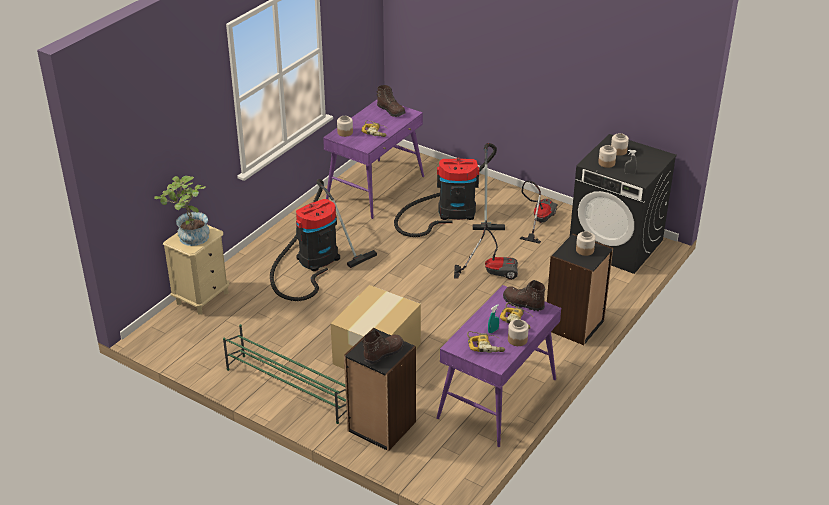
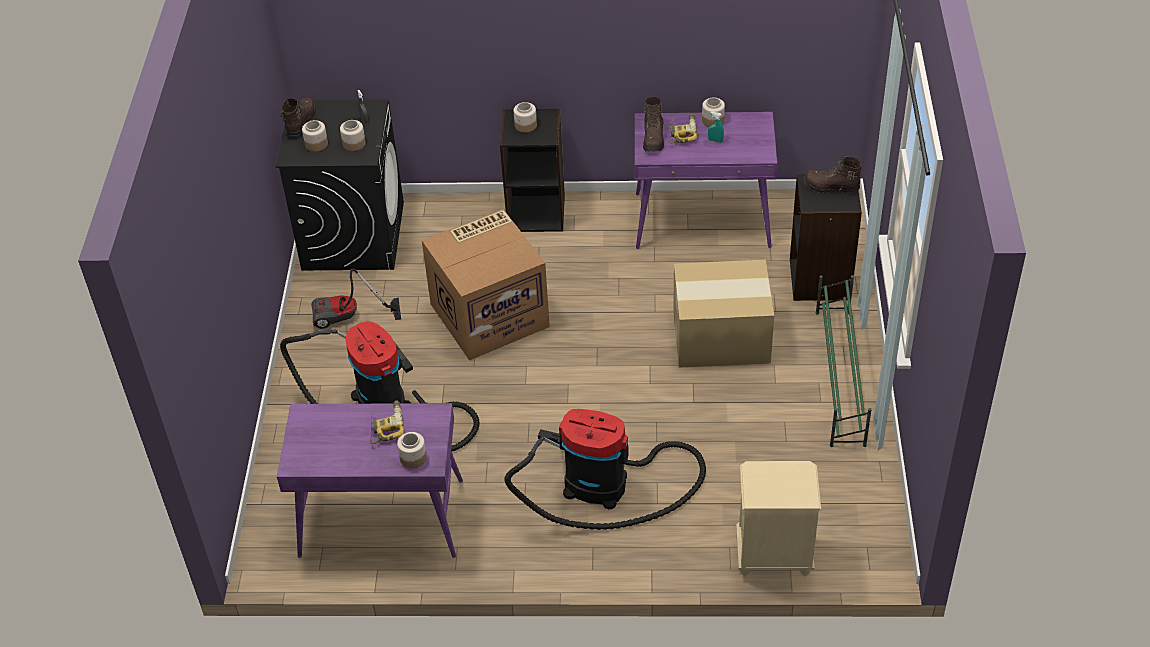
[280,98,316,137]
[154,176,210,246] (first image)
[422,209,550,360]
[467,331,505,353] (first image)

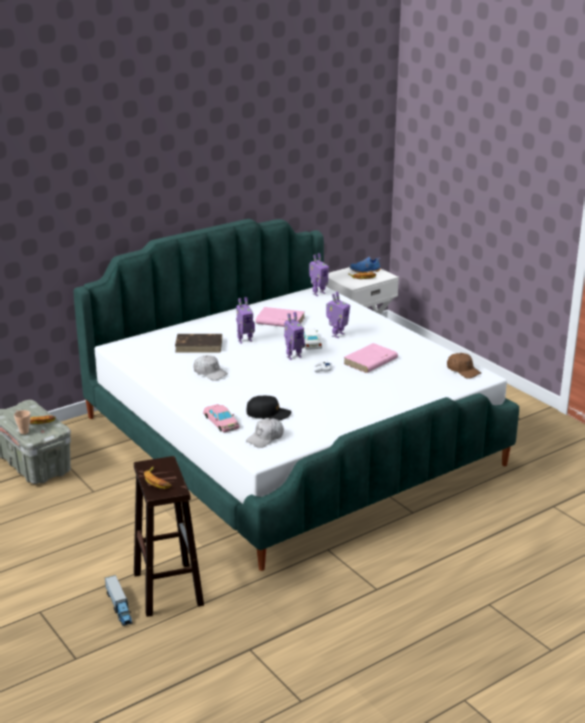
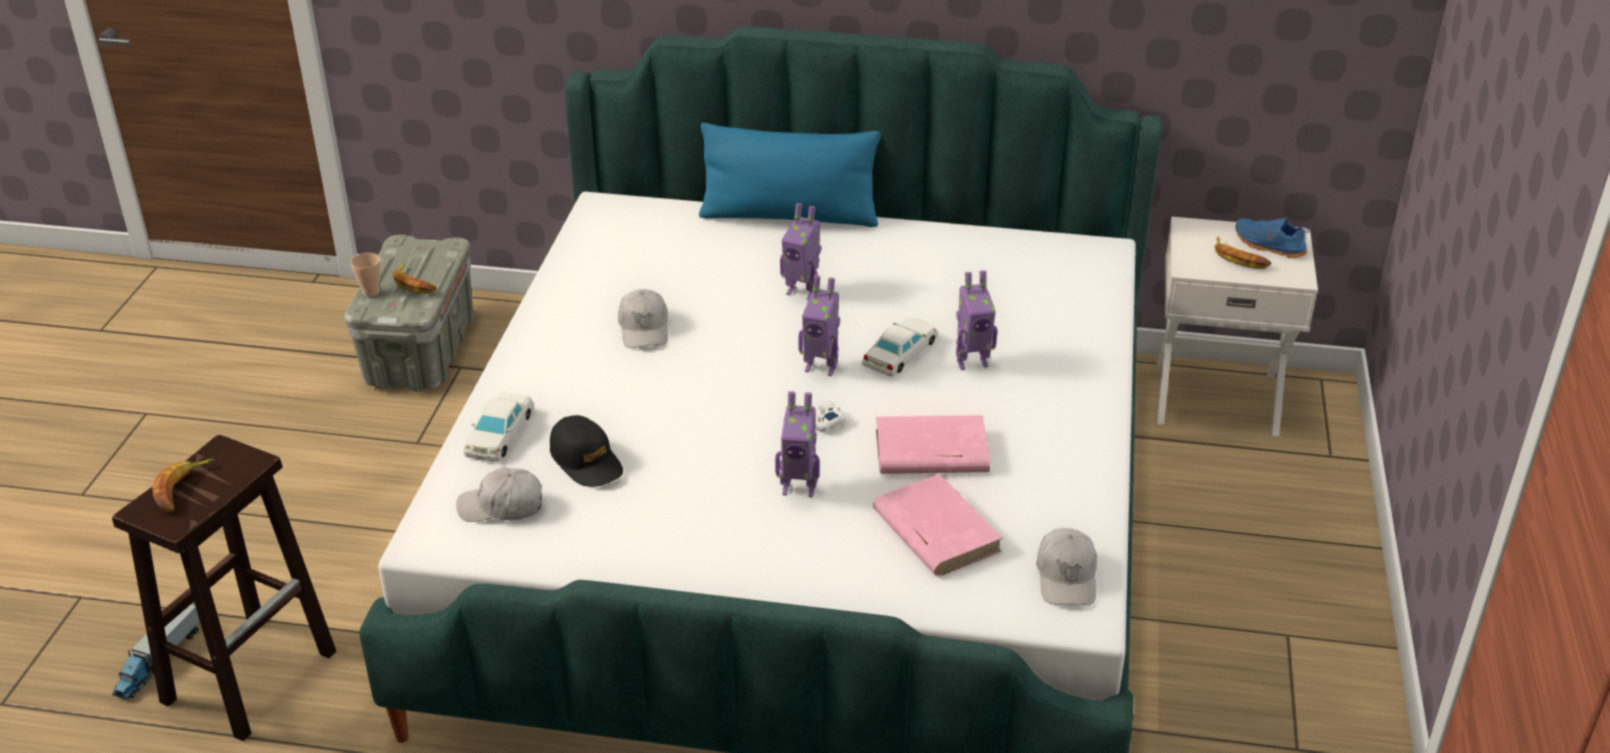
[775,391,820,497]
[873,474,1003,577]
[175,334,222,353] (first image)
[1036,528,1097,605]
[463,392,534,462]
[699,123,881,227]

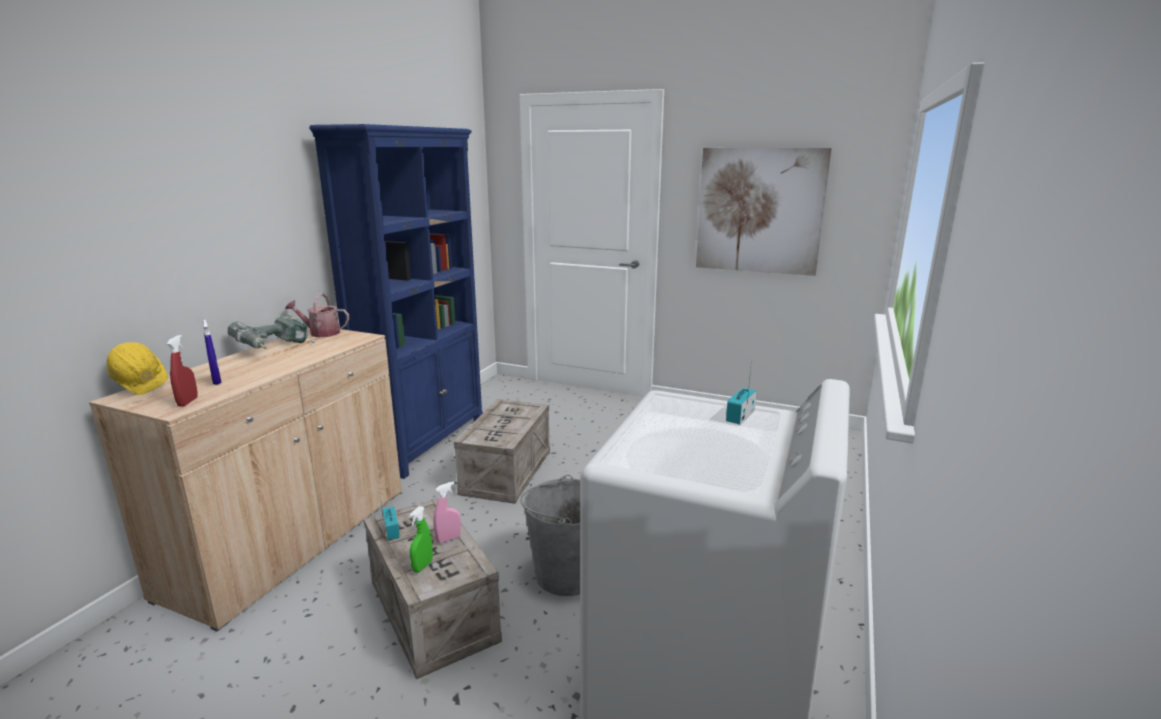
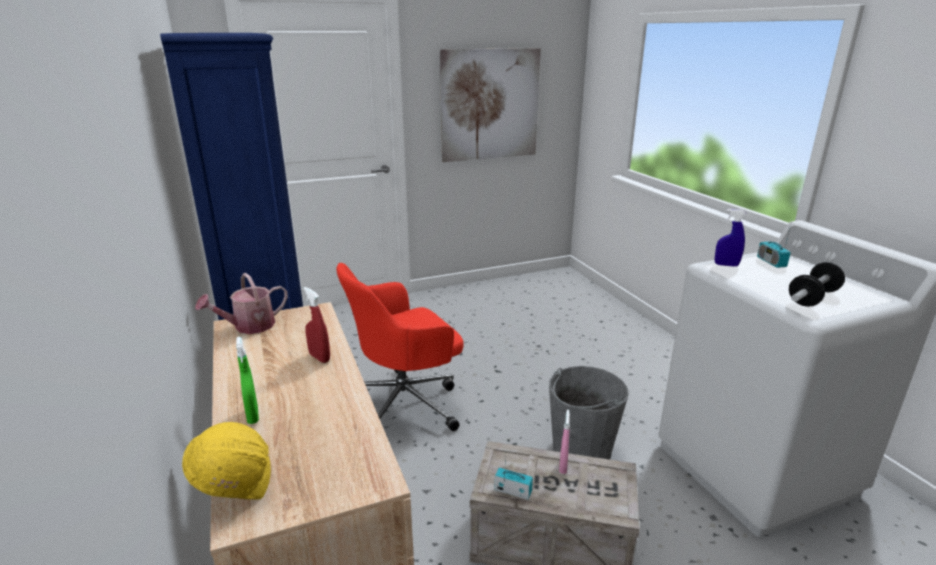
[228,315,315,349] (first image)
[715,209,746,267]
[303,287,330,363]
[336,263,464,431]
[236,337,259,424]
[789,262,845,307]

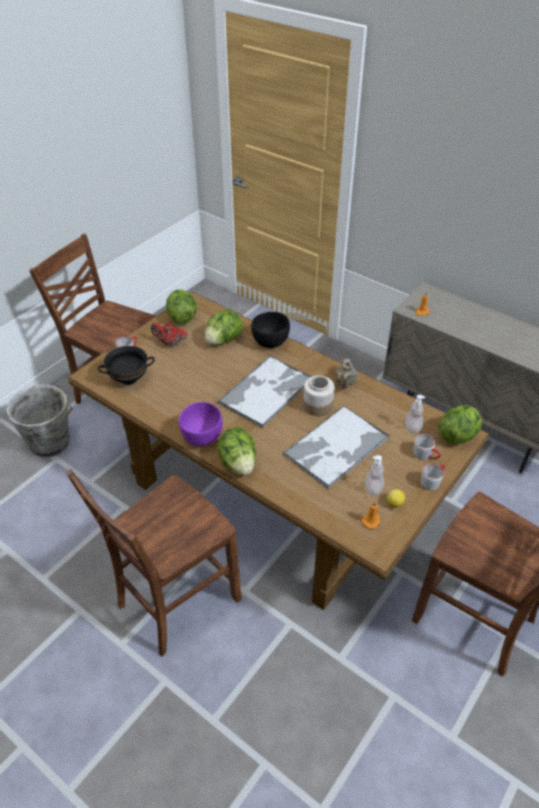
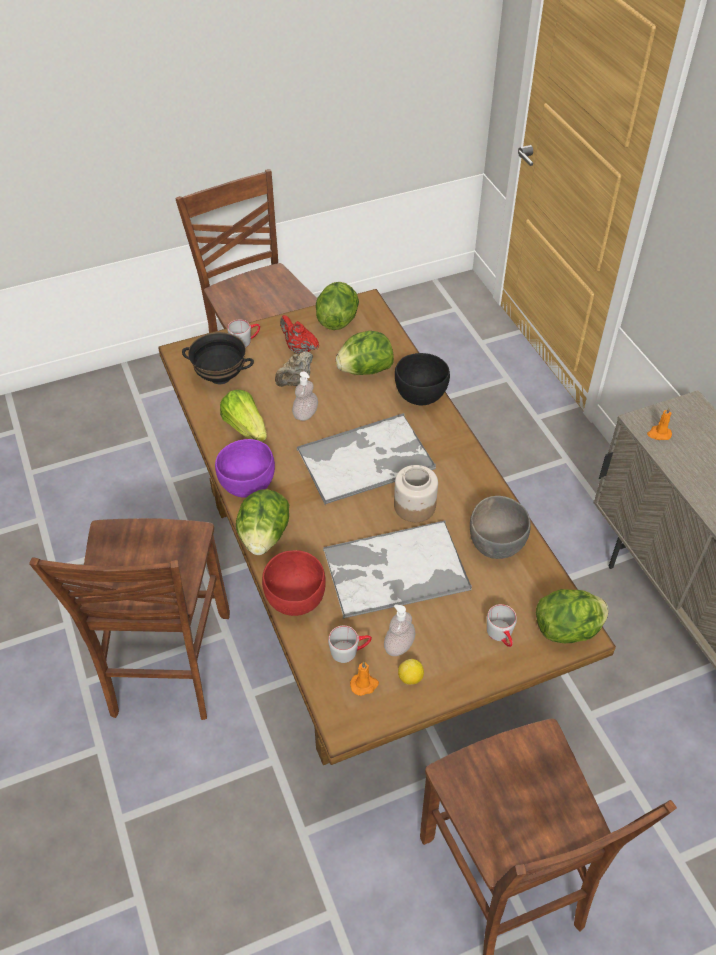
[275,351,313,387]
[6,385,73,458] (first image)
[292,371,318,421]
[328,626,372,663]
[29,518,230,720]
[220,390,267,442]
[470,496,531,559]
[262,550,326,616]

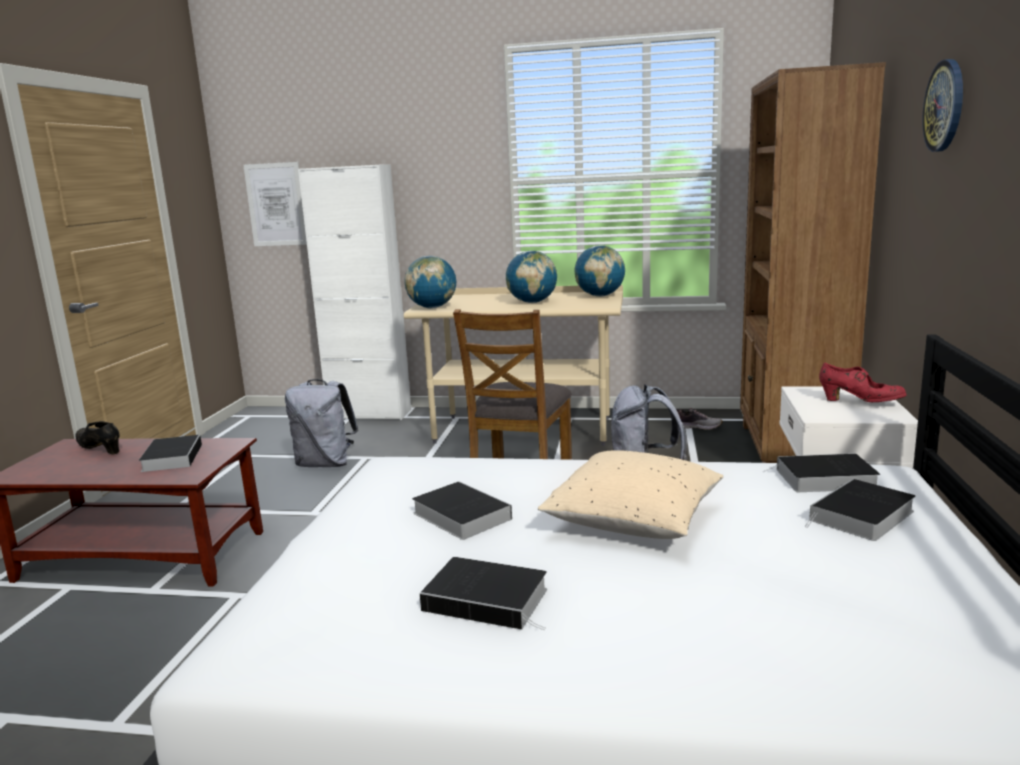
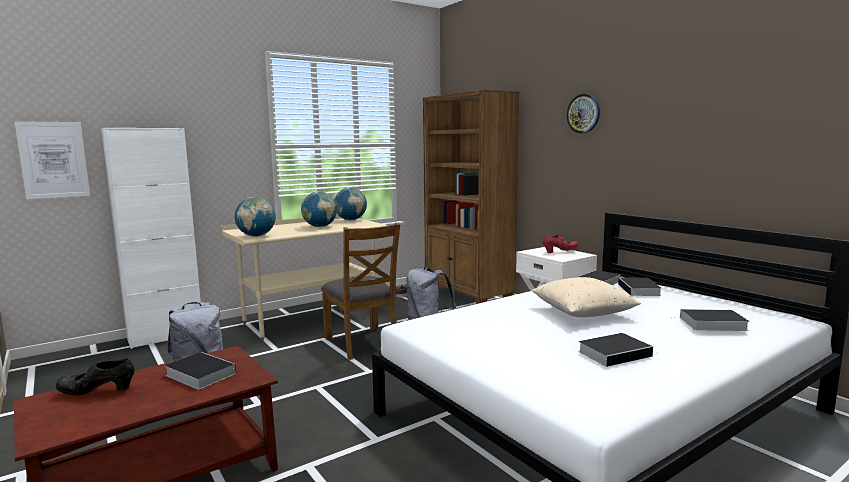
[674,309,750,331]

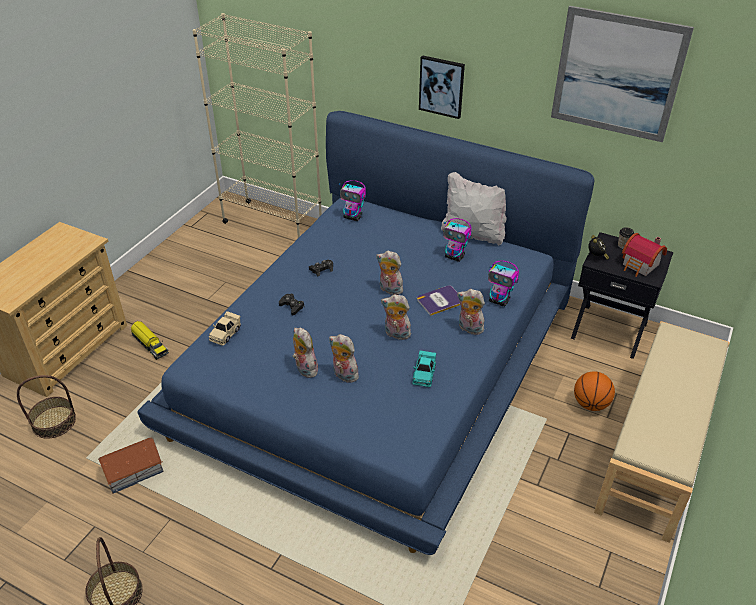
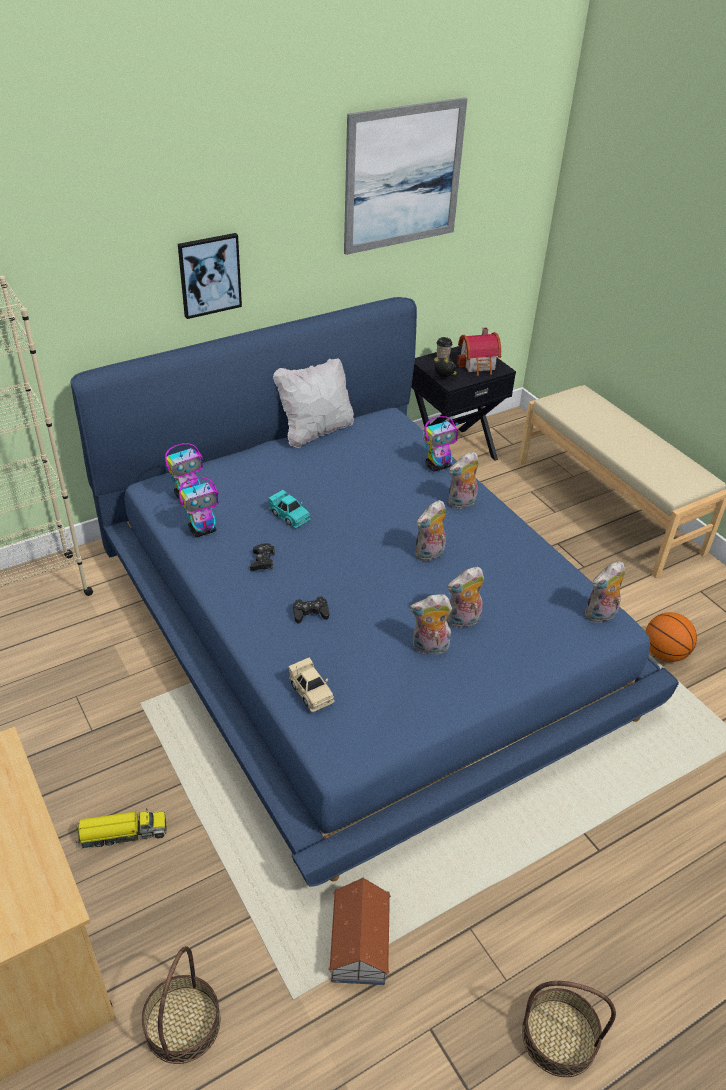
[179,477,219,538]
[585,561,625,623]
[417,286,460,316] (first image)
[268,490,310,528]
[646,612,697,662]

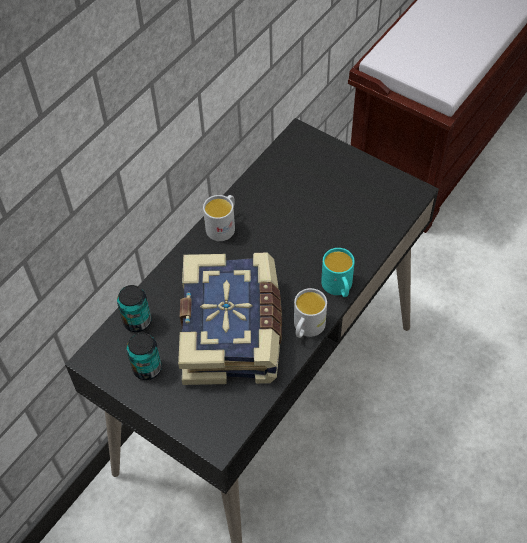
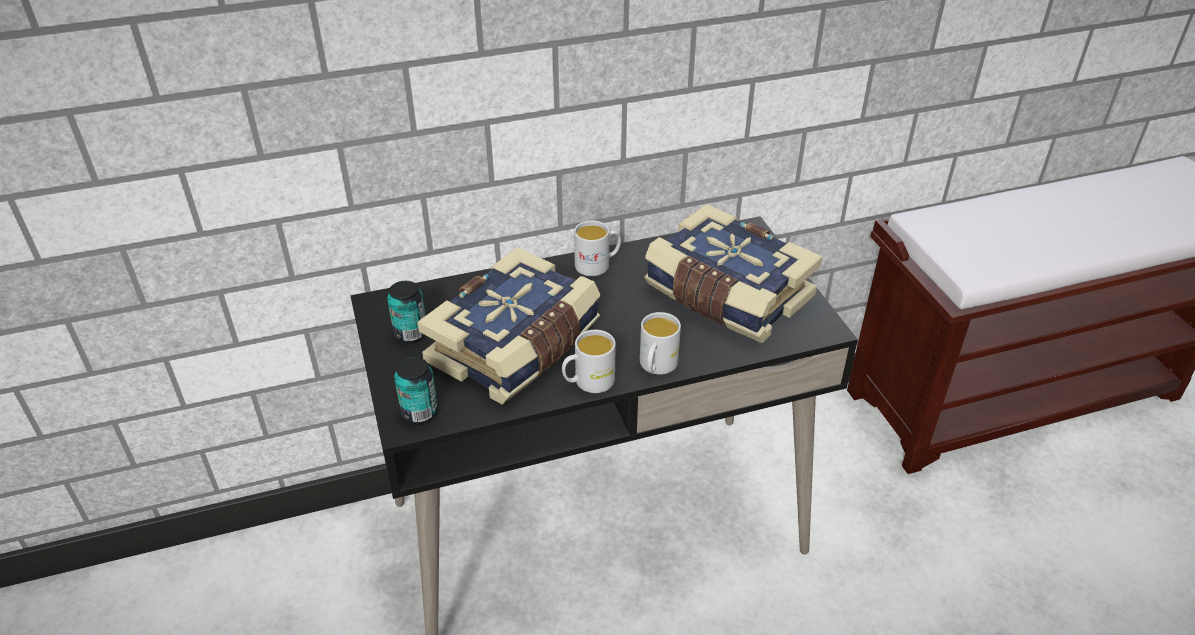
[640,312,681,375]
[394,357,438,425]
[644,204,823,343]

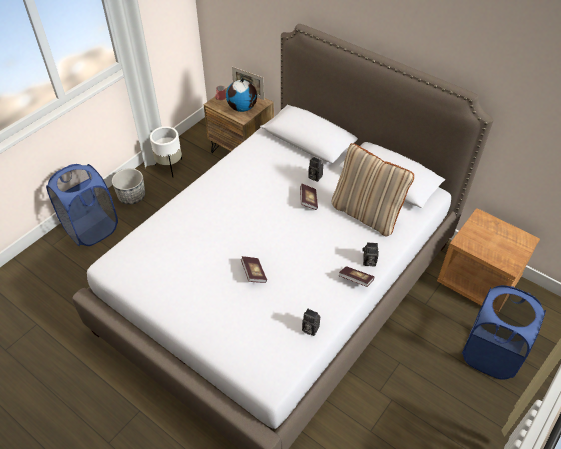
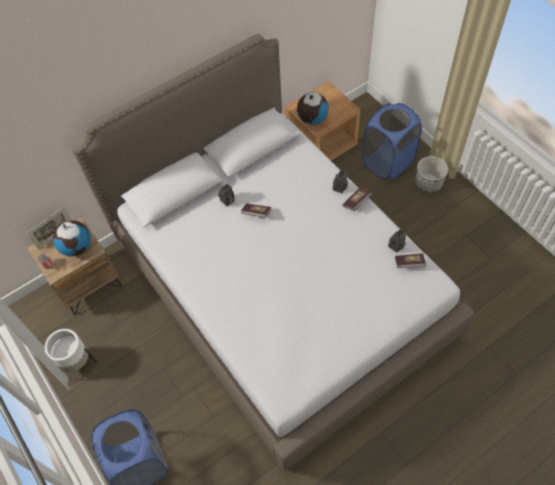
[332,143,414,237] (first image)
[415,156,448,193]
[395,253,426,268]
[297,92,329,125]

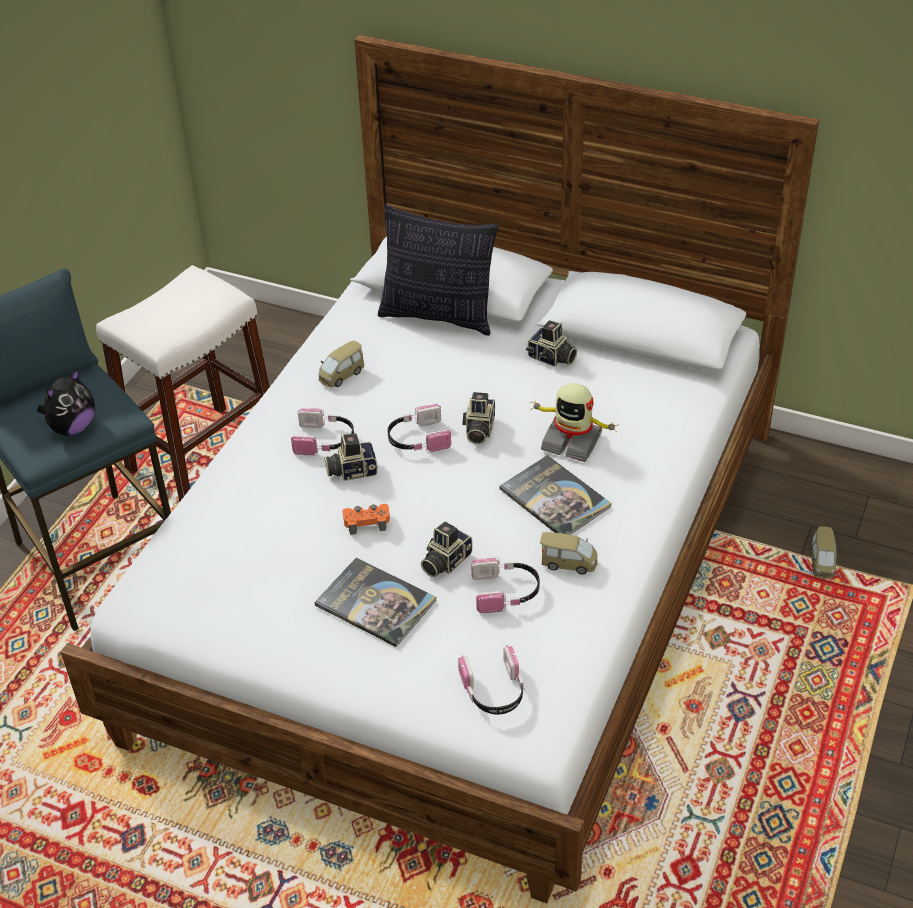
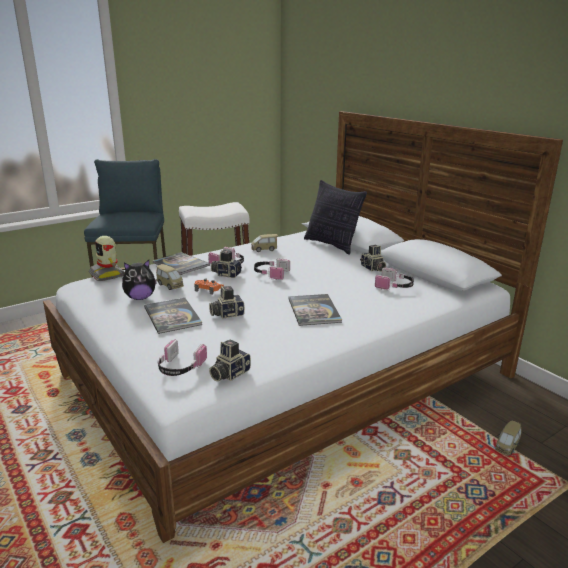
[122,260,157,300]
[89,236,125,281]
[209,339,251,381]
[156,264,184,290]
[375,268,414,290]
[153,252,210,274]

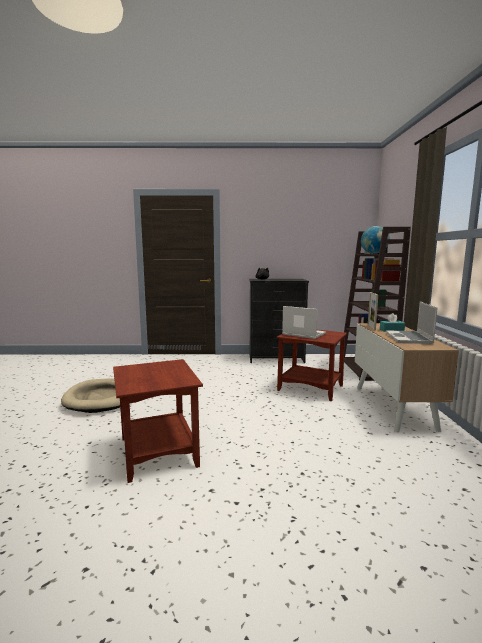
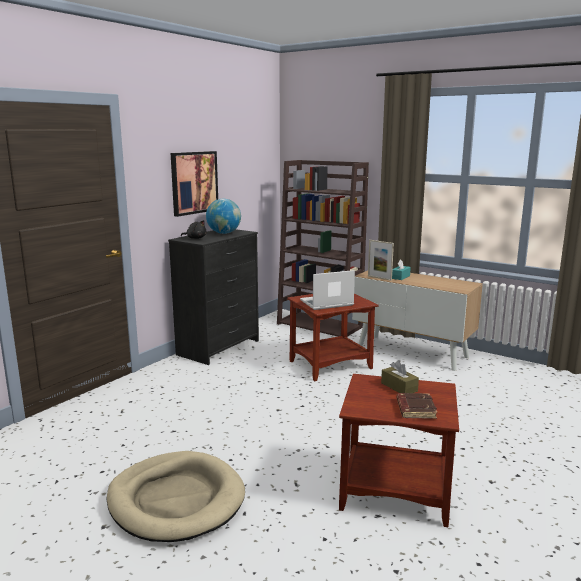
[206,199,241,234]
[386,301,438,344] (first image)
[170,151,218,217]
[381,360,419,393]
[397,393,438,419]

